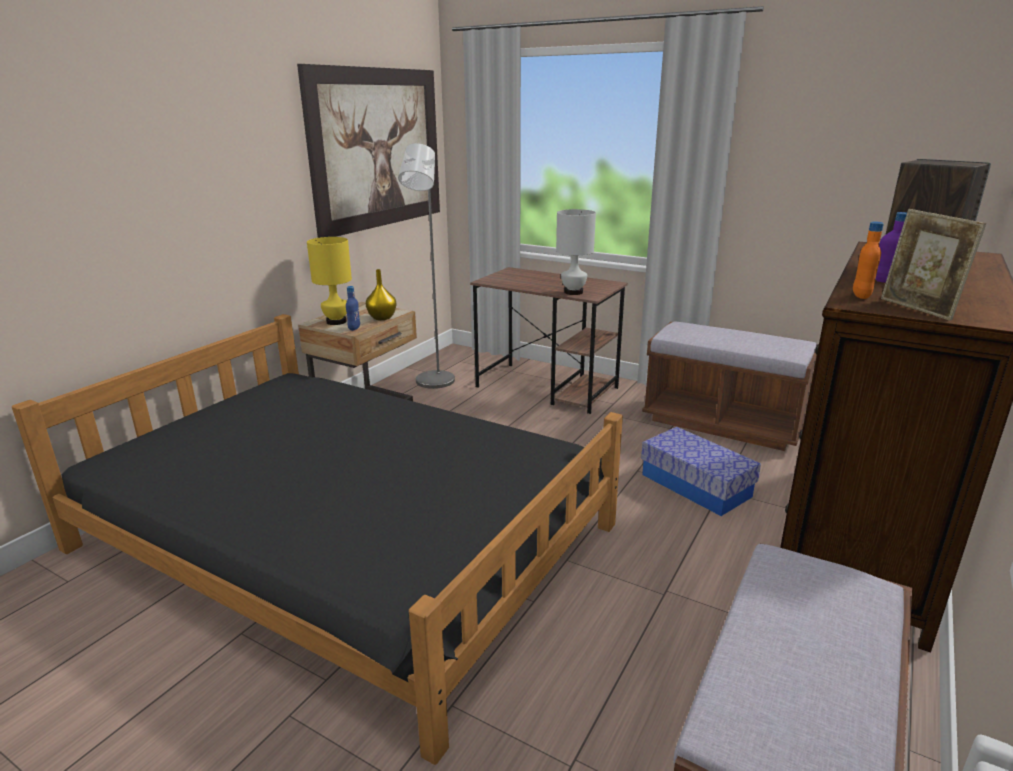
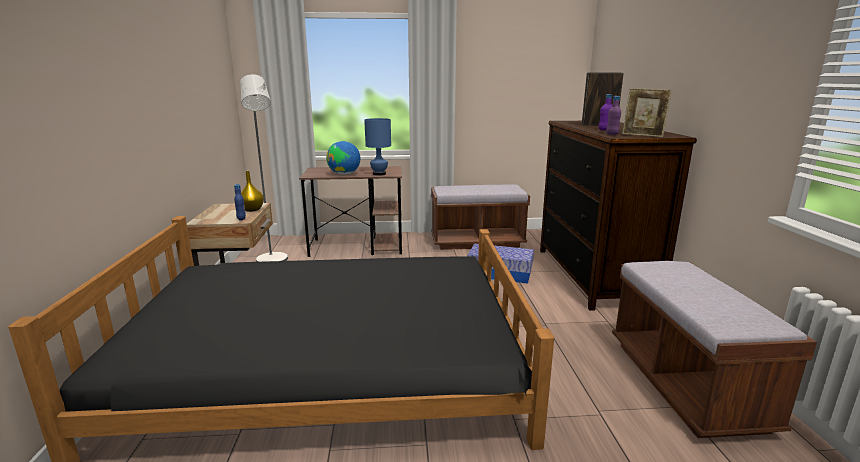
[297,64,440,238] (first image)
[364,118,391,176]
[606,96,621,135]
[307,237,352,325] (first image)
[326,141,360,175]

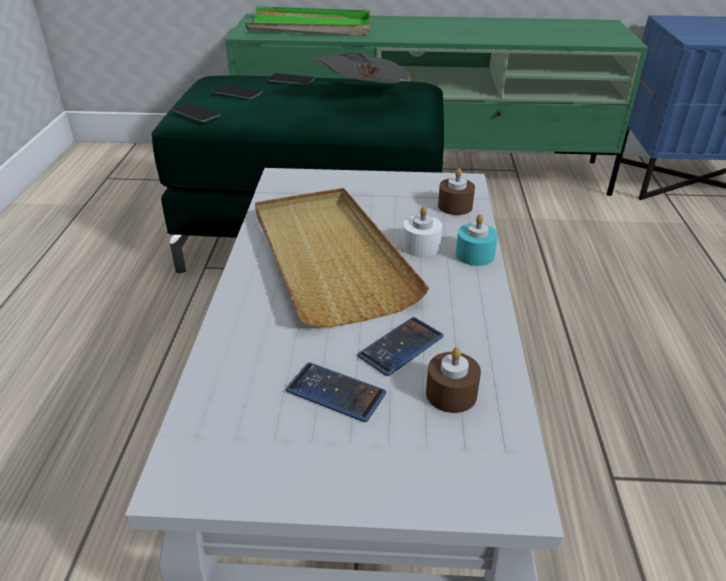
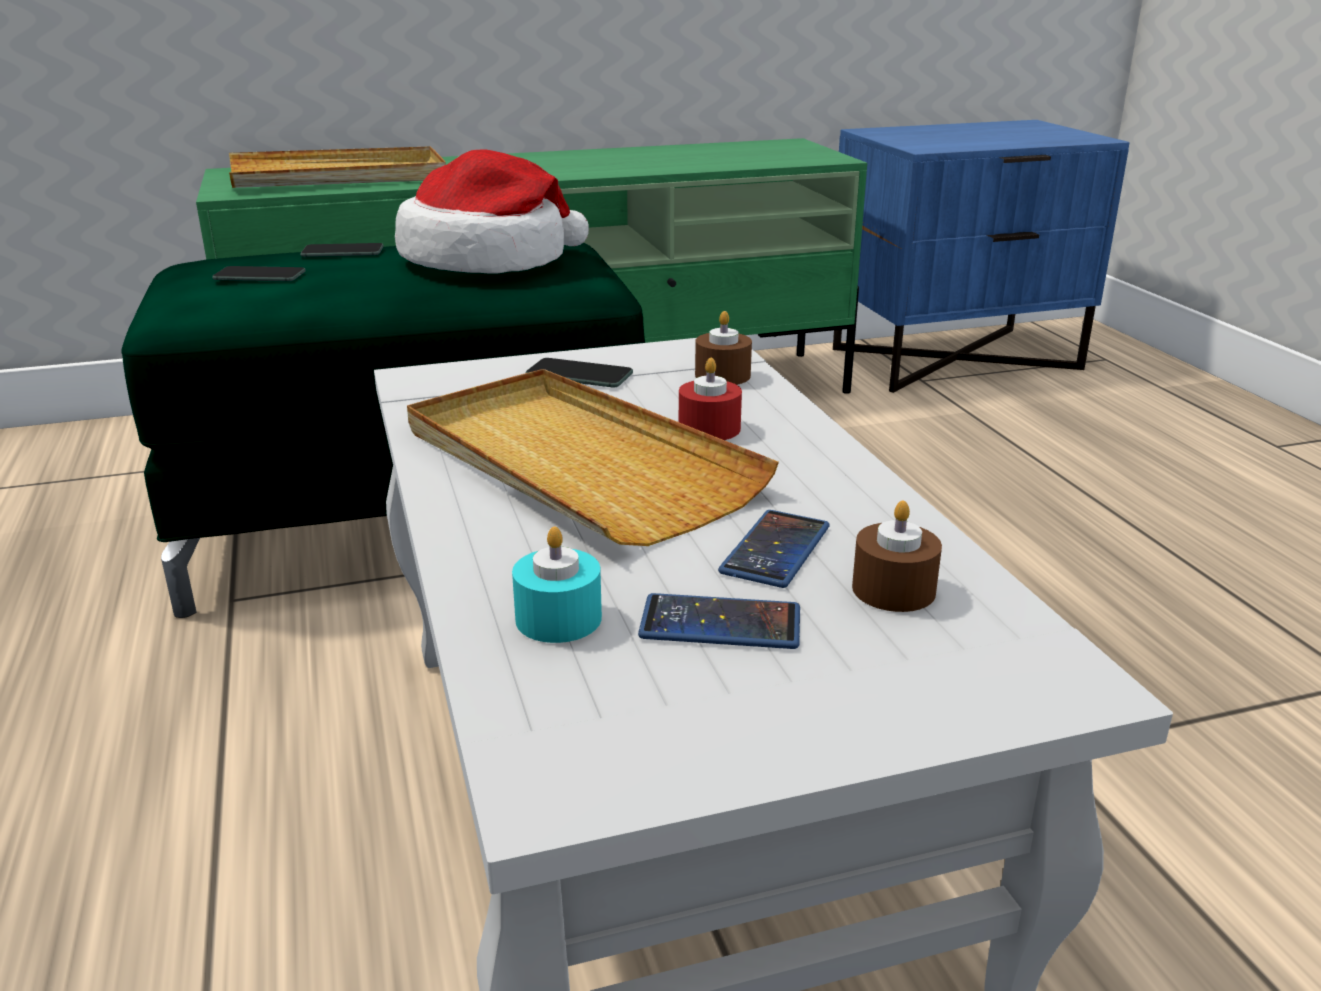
[229,146,446,188]
[395,149,589,274]
[525,358,633,387]
[679,358,742,440]
[512,526,602,643]

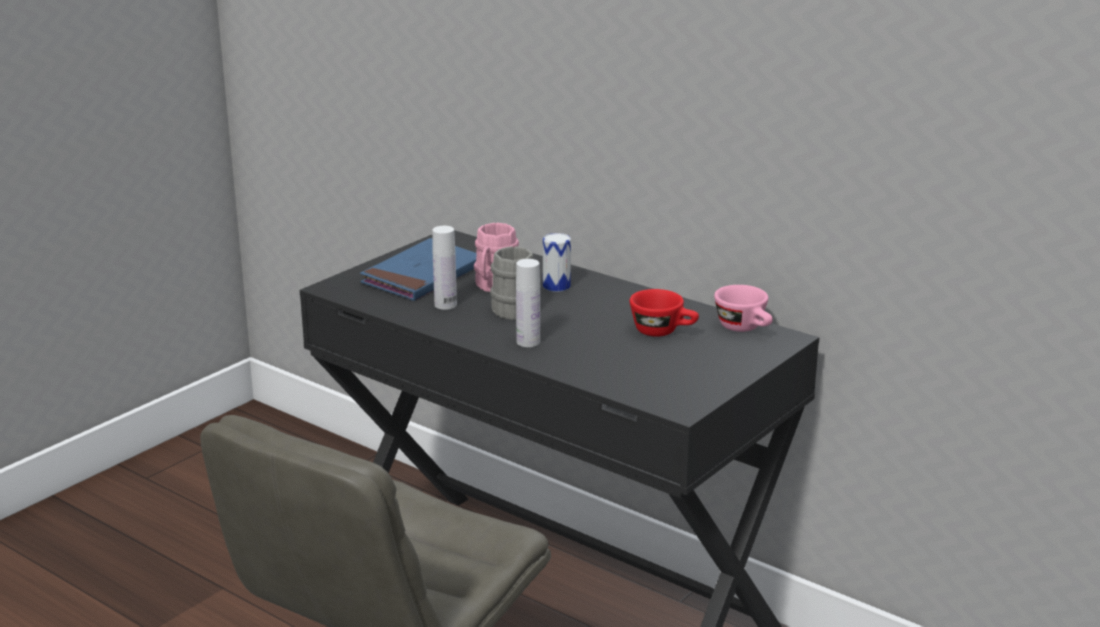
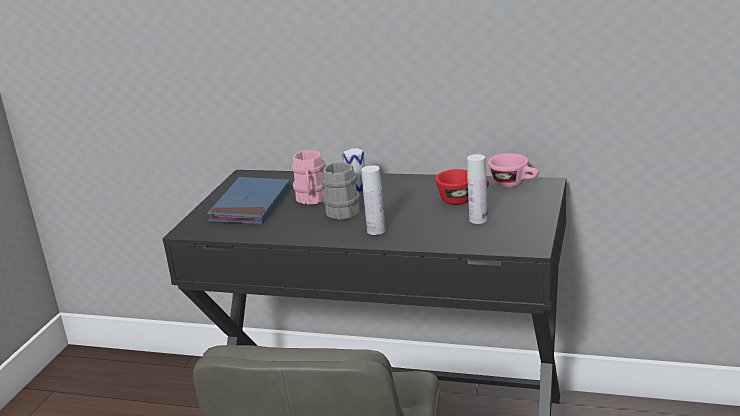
[467,154,488,224]

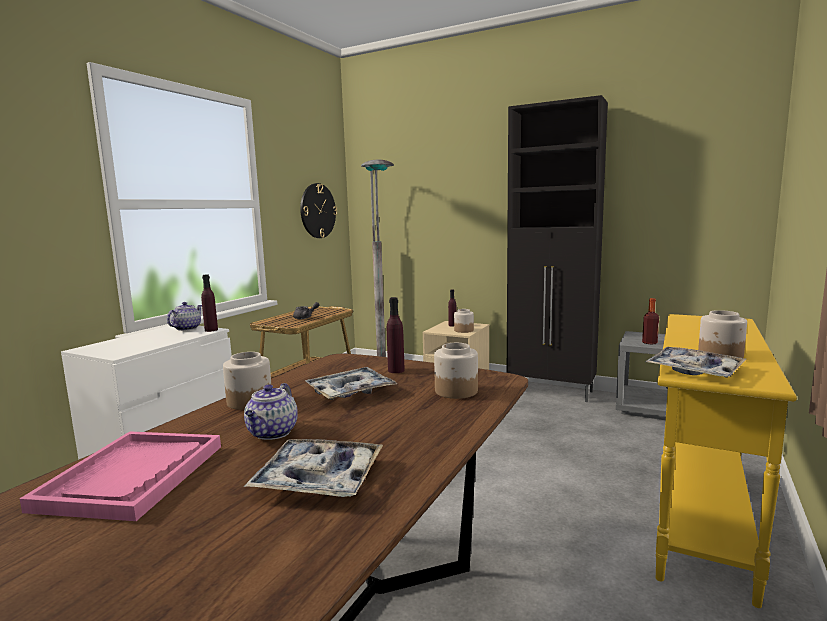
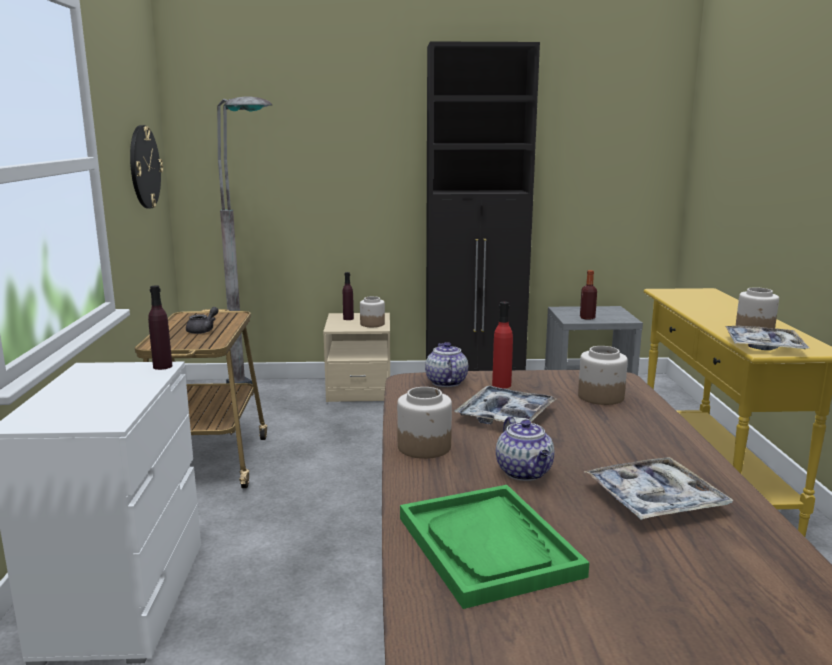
[492,302,513,388]
[425,342,468,387]
[400,485,589,609]

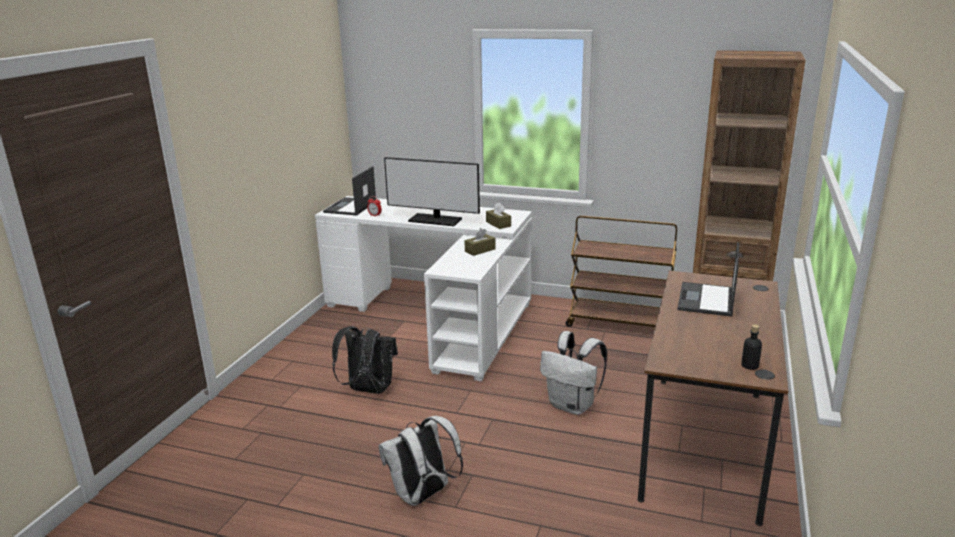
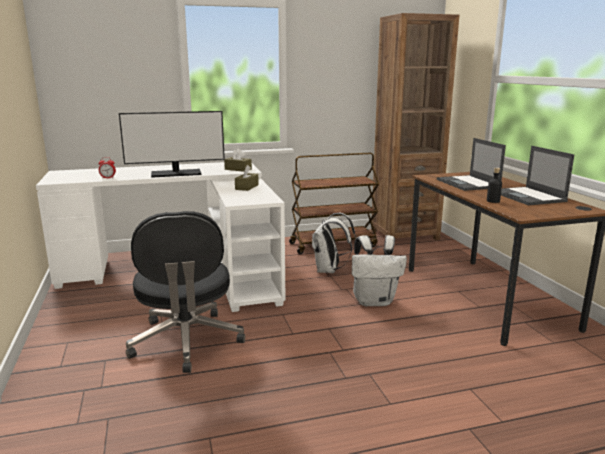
[501,146,574,205]
[487,168,502,203]
[126,211,245,373]
[312,213,356,273]

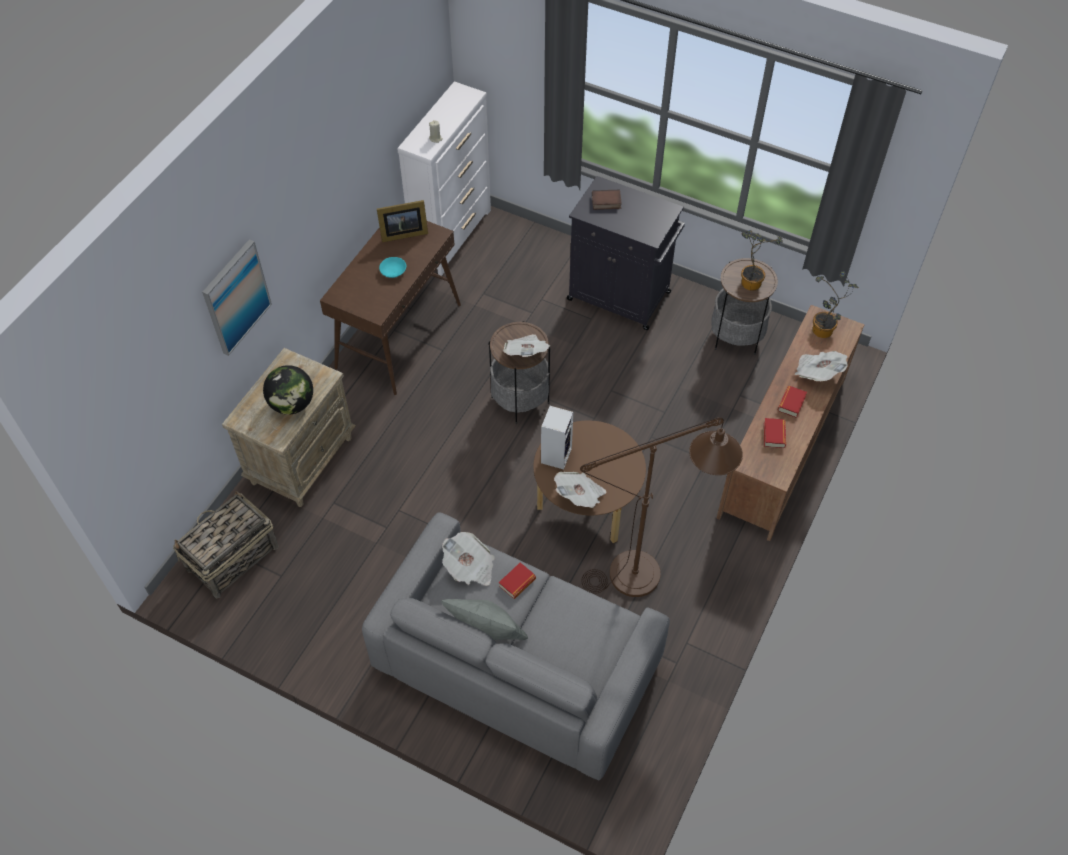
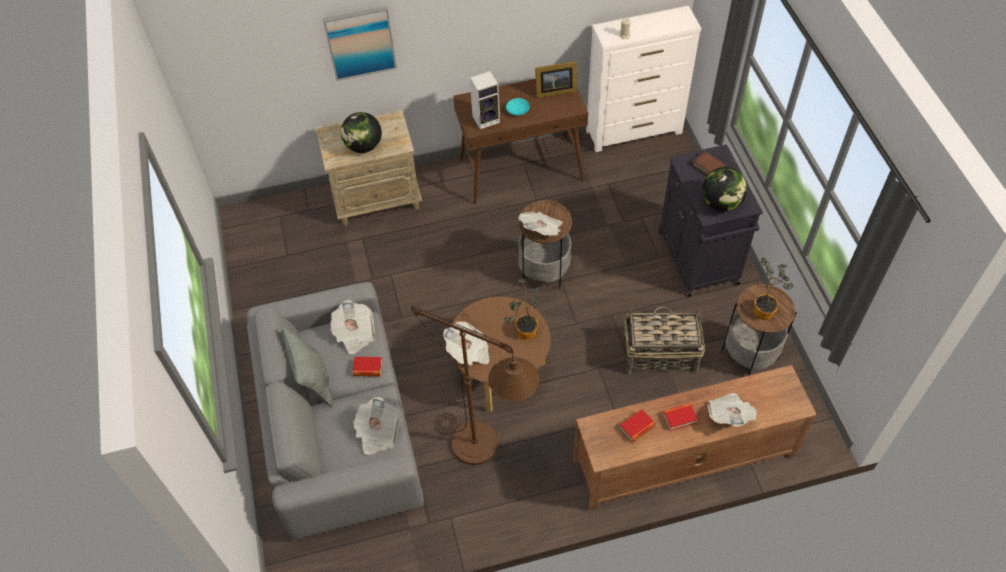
[535,61,577,98]
[504,279,540,340]
[470,71,500,129]
[623,307,705,374]
[702,167,747,211]
[353,397,400,455]

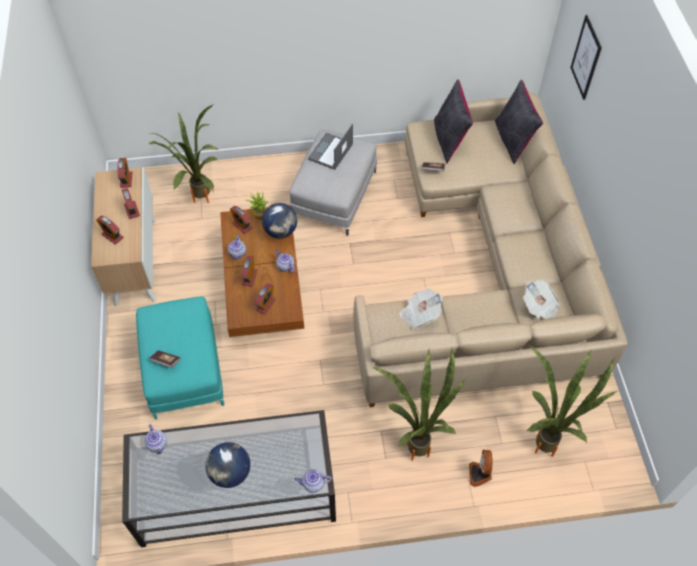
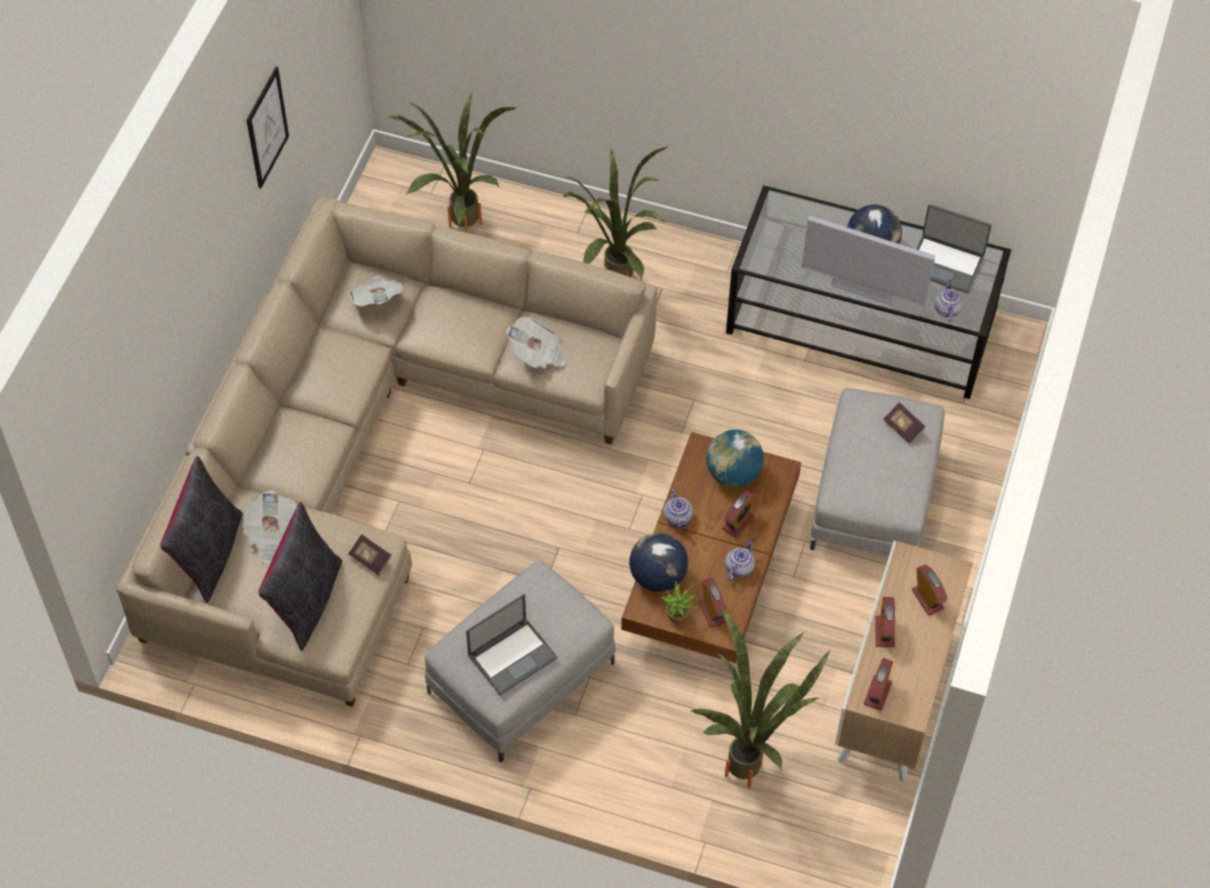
[246,67,289,189]
[706,430,764,487]
[810,388,945,556]
[469,450,492,487] (first image)
[294,469,332,493] (first image)
[916,204,991,293]
[802,216,935,307]
[242,490,298,564]

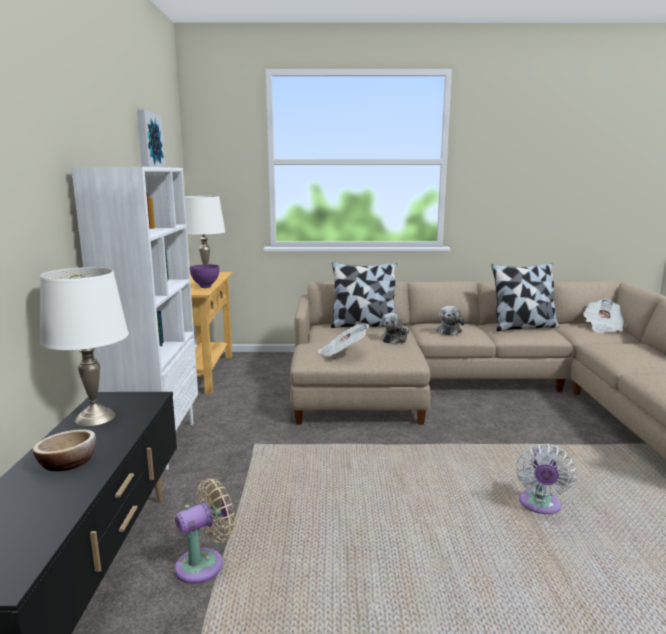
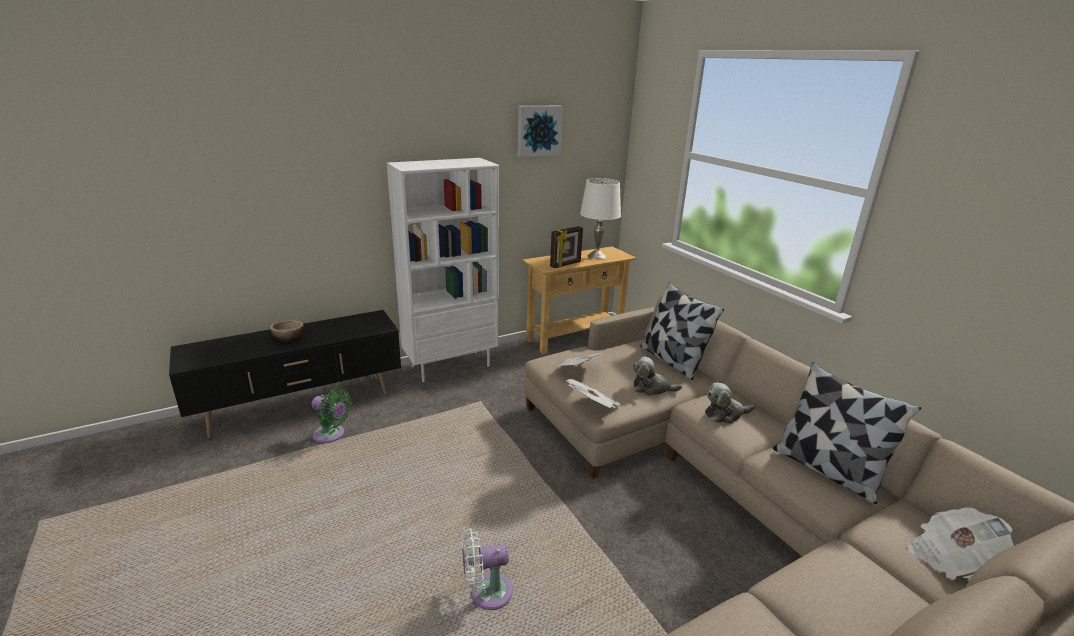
[550,226,583,268]
[40,267,129,426] (first image)
[311,388,351,444]
[566,379,621,408]

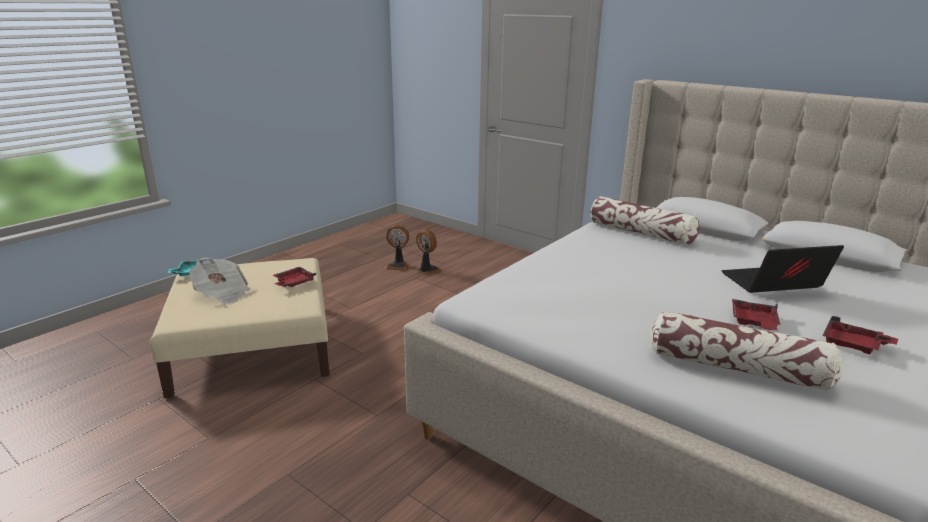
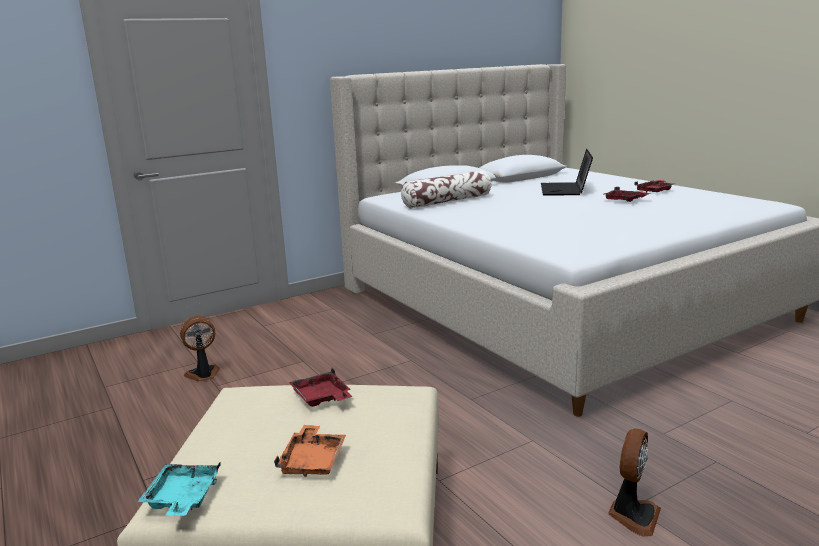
[608,429,661,537]
[274,425,346,477]
[651,311,843,391] (first image)

